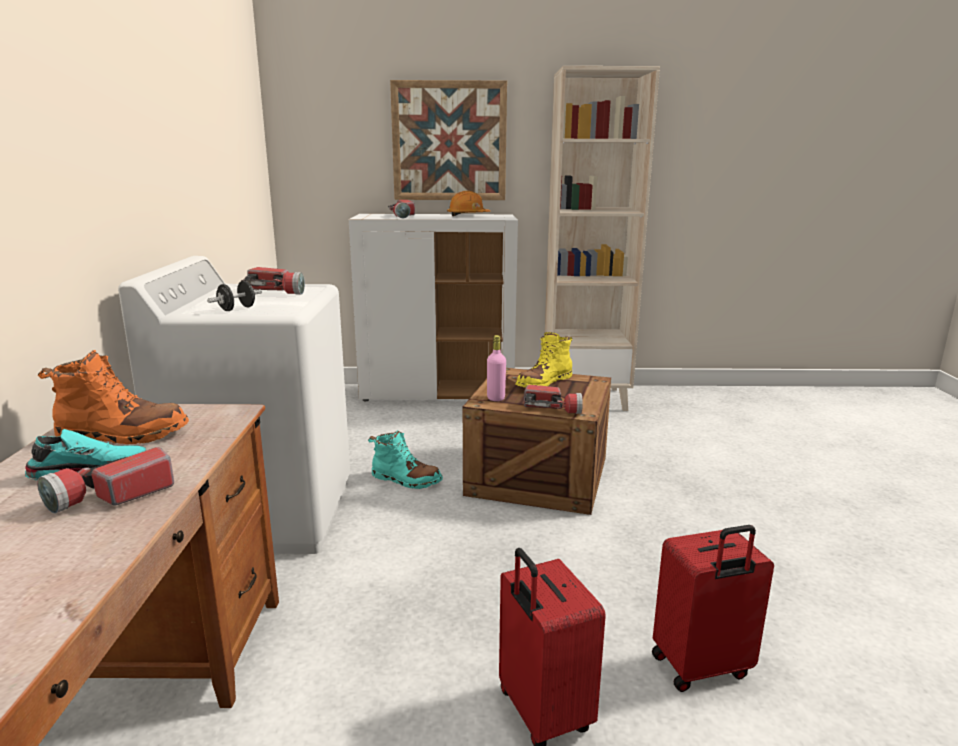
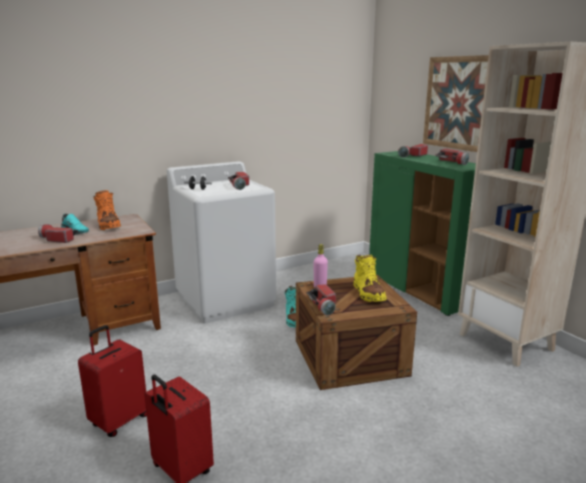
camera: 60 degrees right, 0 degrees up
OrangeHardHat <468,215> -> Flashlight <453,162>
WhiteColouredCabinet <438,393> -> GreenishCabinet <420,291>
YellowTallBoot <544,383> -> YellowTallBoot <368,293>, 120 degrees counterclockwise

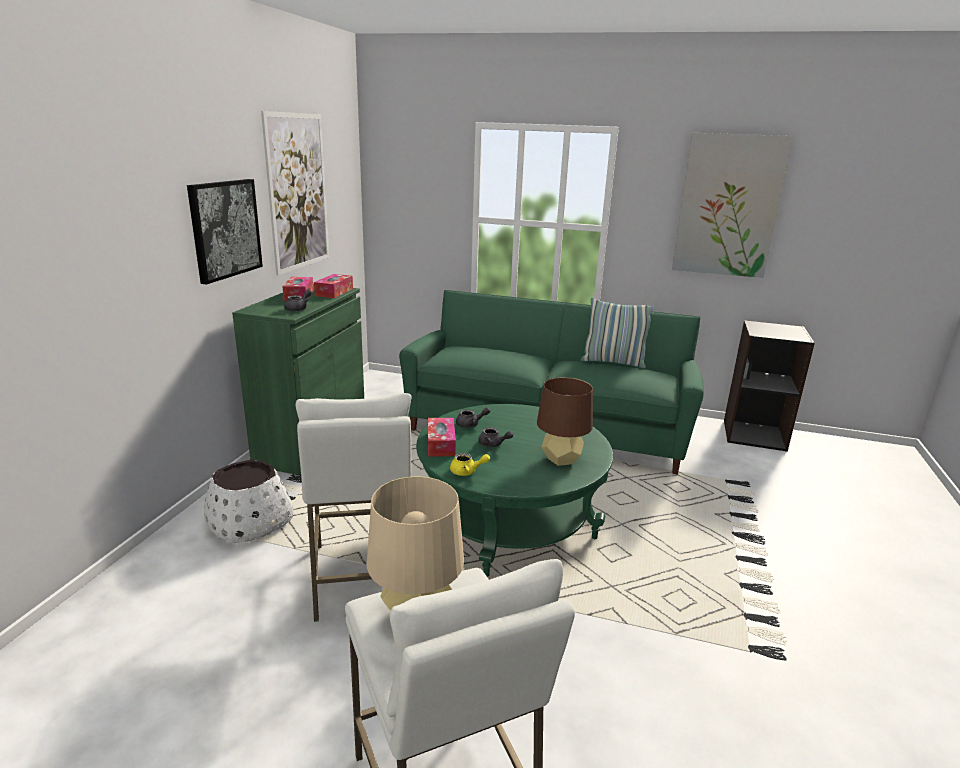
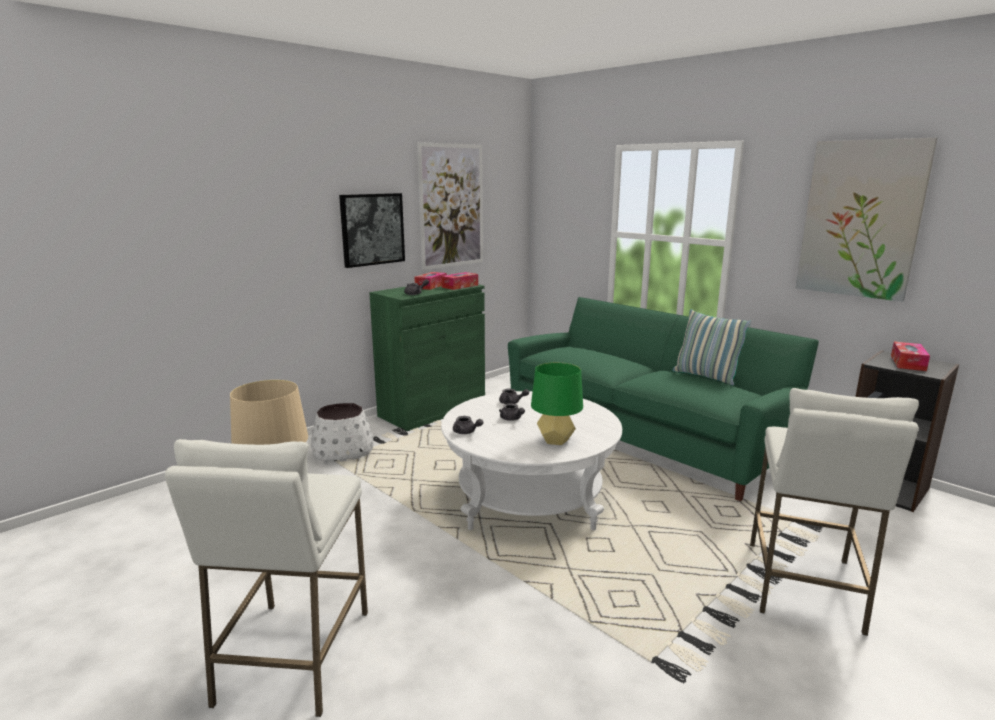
camera: 30 degrees right, 5 degrees down
WhiteColouredStoolSeat <362,577> -> WhiteColouredStoolSeat <804,586>, moved
TissueBox <441,444> -> TissueBox <908,363>, moved
GreenishLoungeTable <509,521> -> WhiteColouredLoungeTable <530,498>
YellowTeapot <467,472> -> GreyishTeapot <466,432>
BrownColouredTabletopLamp <561,459> -> GreenishTabletopLamp <556,440>

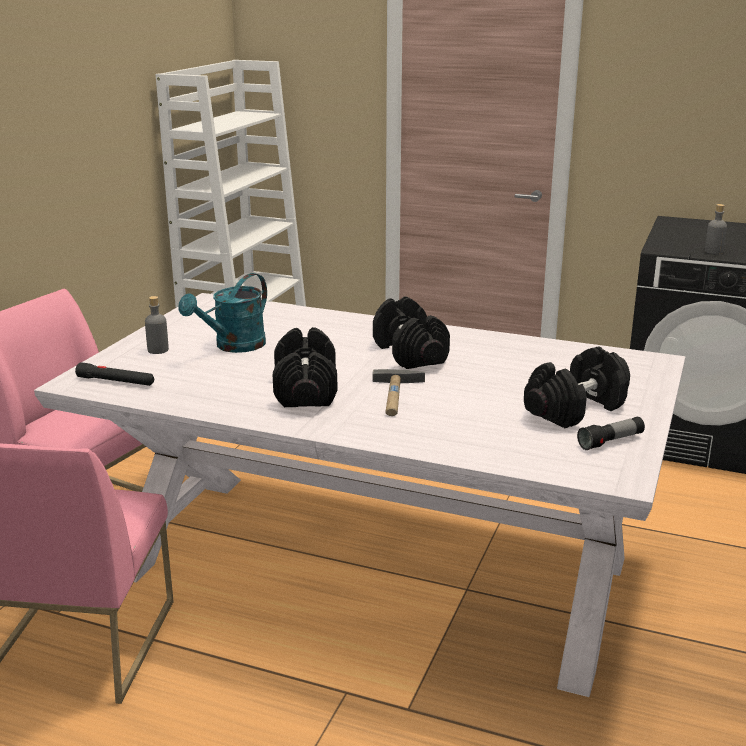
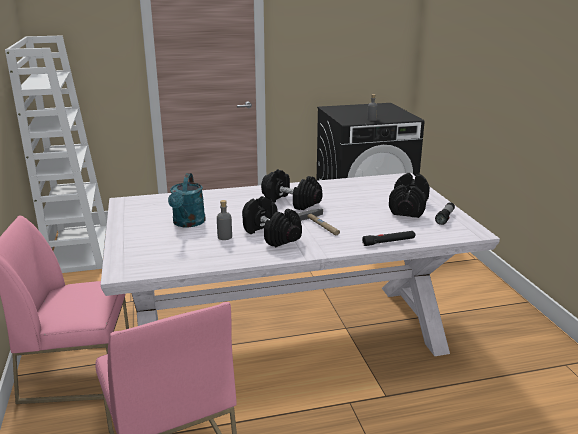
camera: 35 degrees left, 0 degrees up
BlackishFlashlight <116,381> -> BlackishFlashlight <389,242>, moved
GreyishBeverageBottle <158,350> -> GreyishBeverageBottle <224,237>, moved

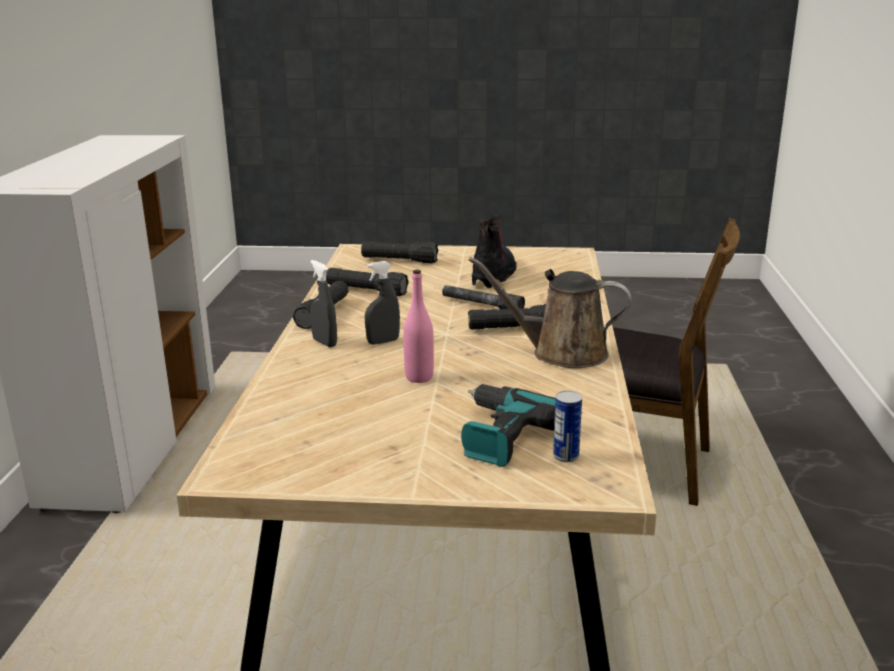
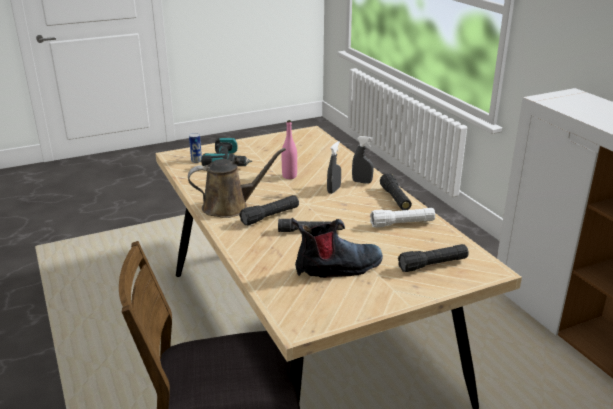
camera: 150 degrees right, 5 degrees up
BlackishFlashlight <366,291> -> WhiteColouredFlashlight <402,224>
TallBoot <493,274> -> TallBoot <338,268>, 90 degrees counterclockwise

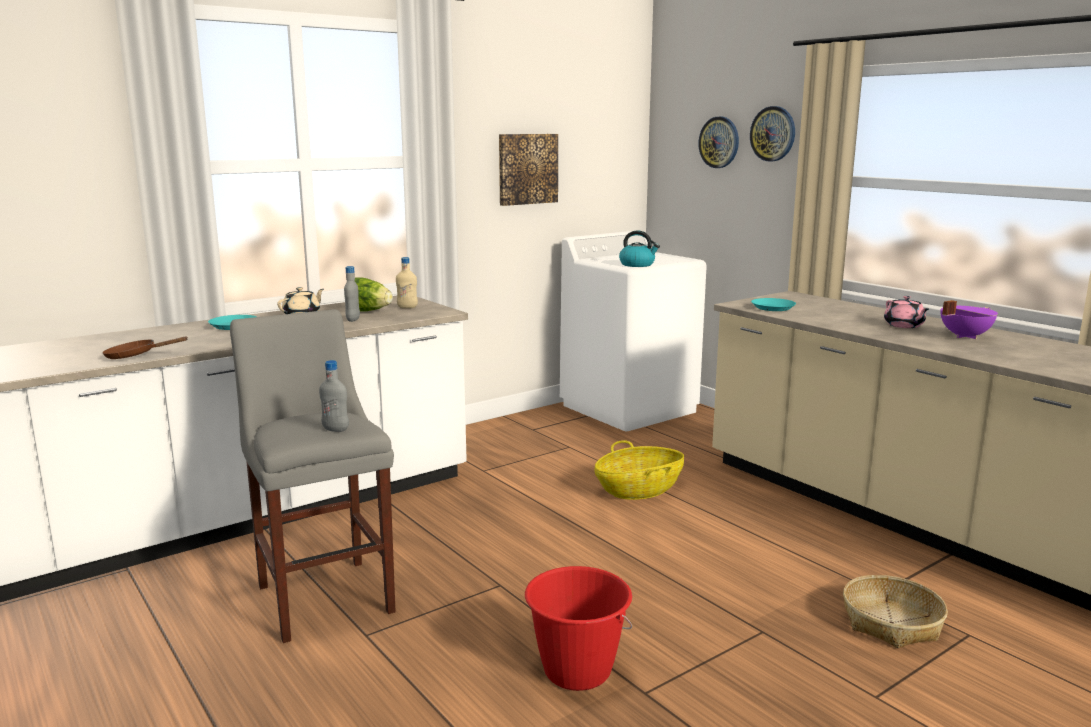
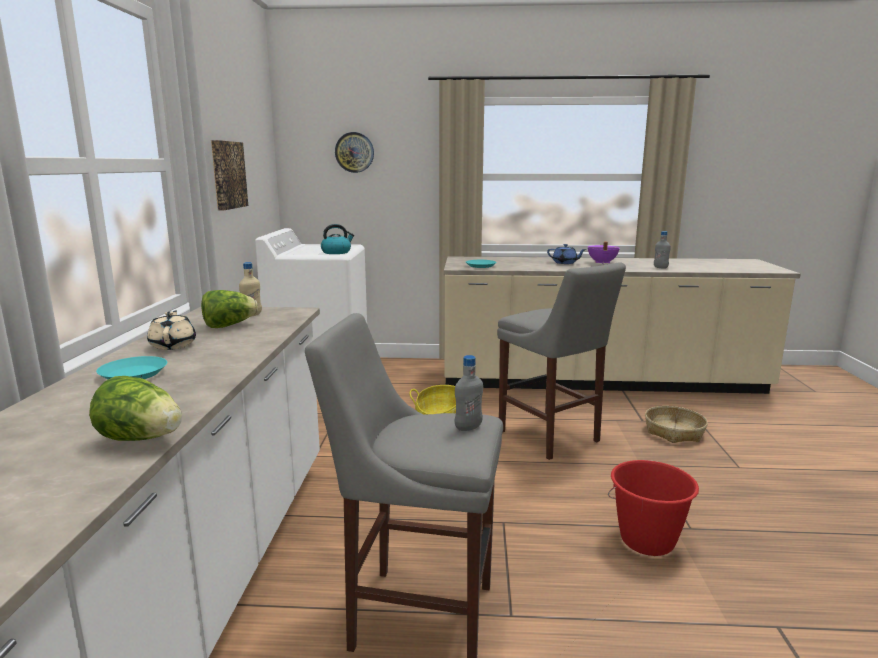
camera: 50 degrees left, 0 degrees up
WallClock <773,134> -> none
none -> GreyishStoolSeat <551,438>
GreyishBeverageBottle <353,320> -> GreyishBeverageBottle <660,267>, moved
BrownColouredPan <136,356> -> HeadOfLettuce <142,439>
PinkColouredTeapot <904,326> -> BlueTeapot <565,263>

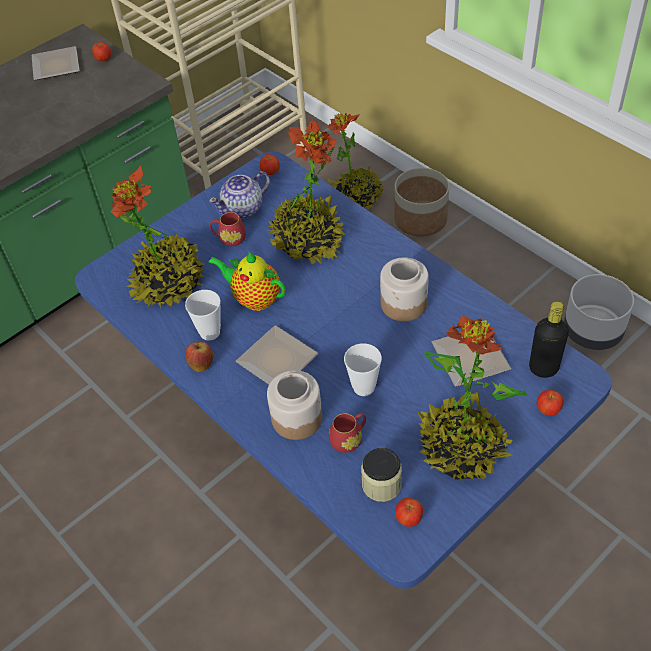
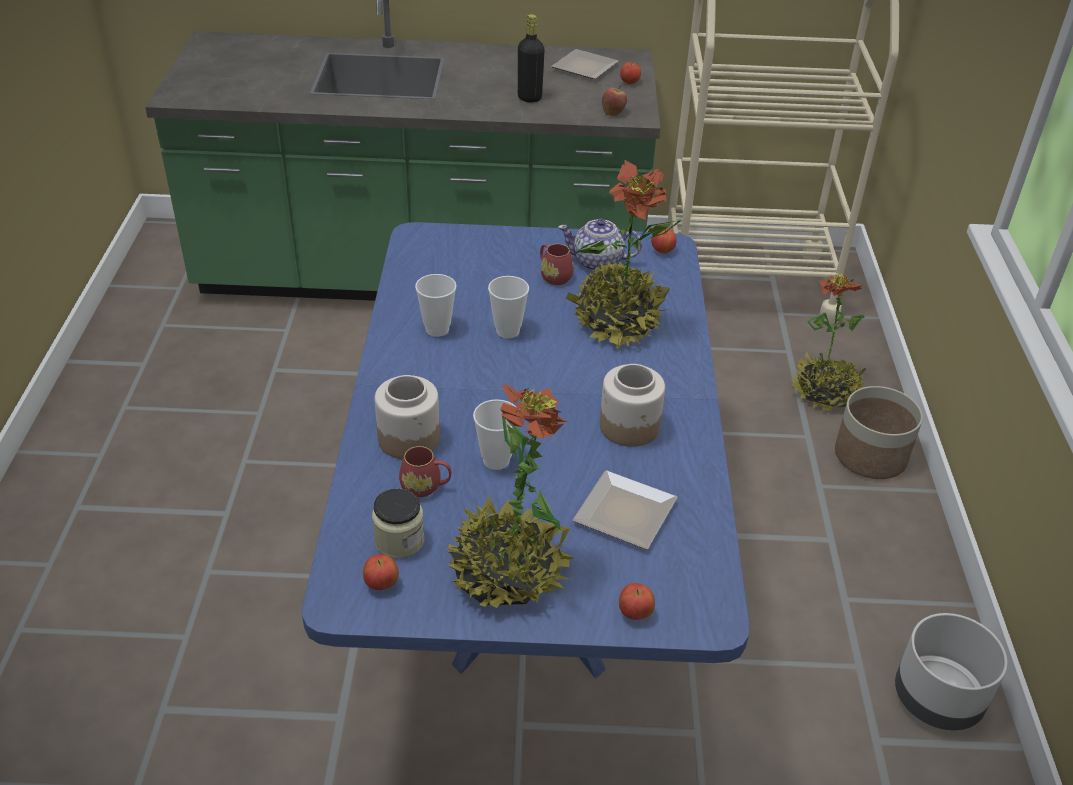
camera: 40 degrees right, 10 degrees down
PlantInAPot <168,283> -> none
DinnerPlate <277,363> -> none
AppleFruit <201,364> -> AppleFruit <613,113>, moved
BlackishBeverageBottle <543,368> -> BlackishBeverageBottle <529,98>, moved
Teapot <254,298> -> SmallCup <507,331>

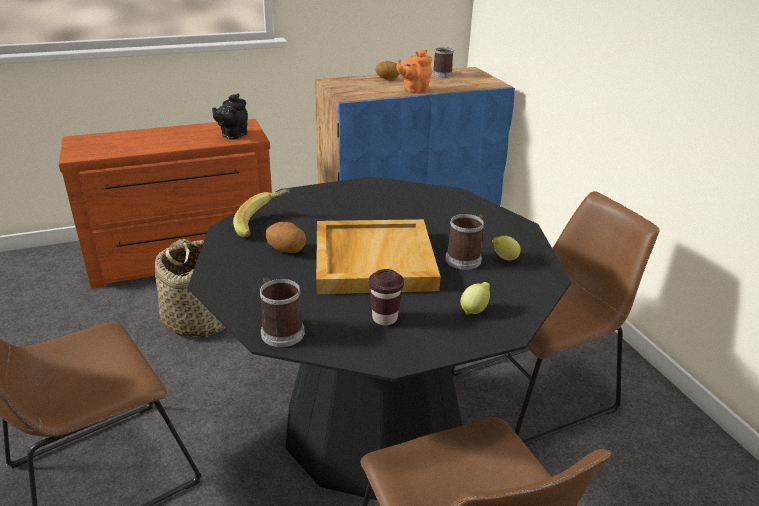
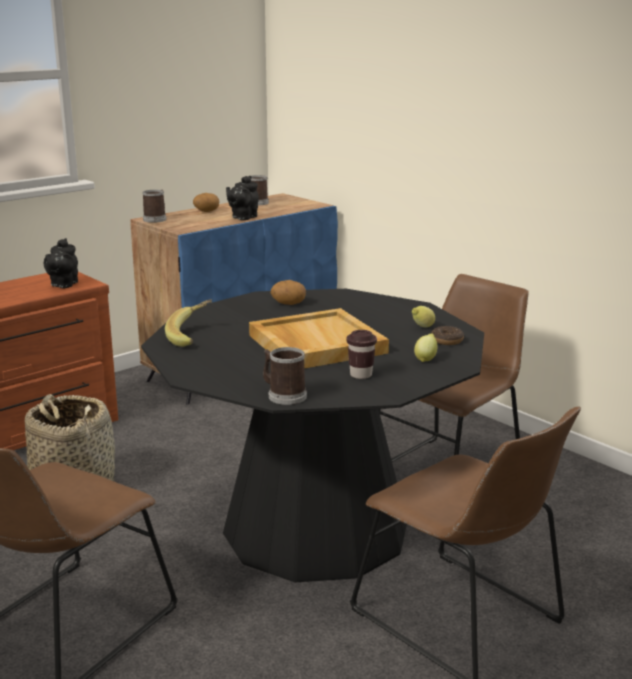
camera: 20 degrees left, 10 degrees down
none -> RingDoughnut <447,340>
WholePotato <287,250> -> WholePotato <288,304>, moved
CoffeeMug <466,258> -> CoffeeMug <156,219>, moved
OrangeTeapot <414,90> -> BlackishTeapot <243,217>

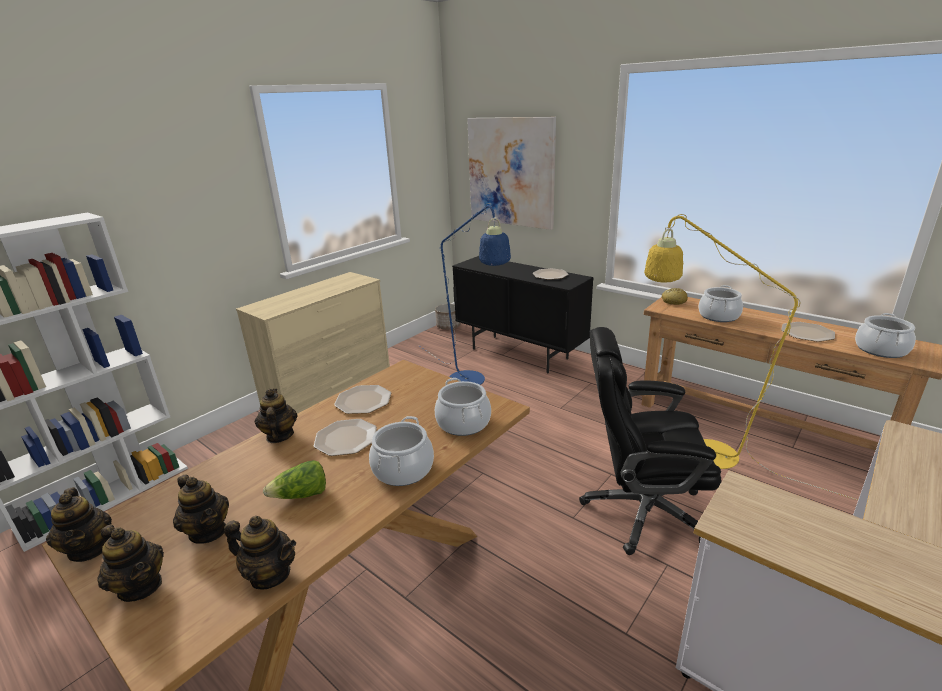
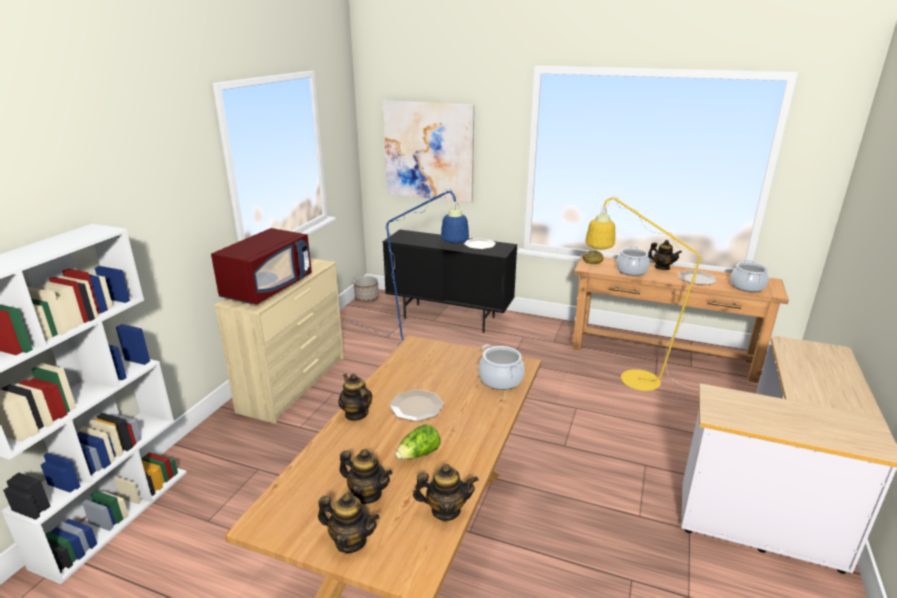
camera: 20 degrees left, 0 degrees up
DinnerPlate <363,400> -> none
Stockpot <403,469> -> none
BlackishDeskChair <641,510> -> none
none -> RedKitchenMicrowave <267,288>
Teapot <90,548> -> Teapot <662,268>, moved

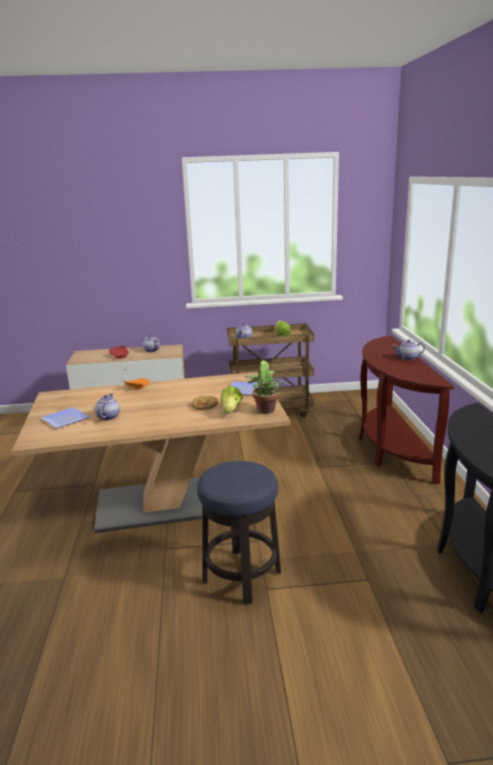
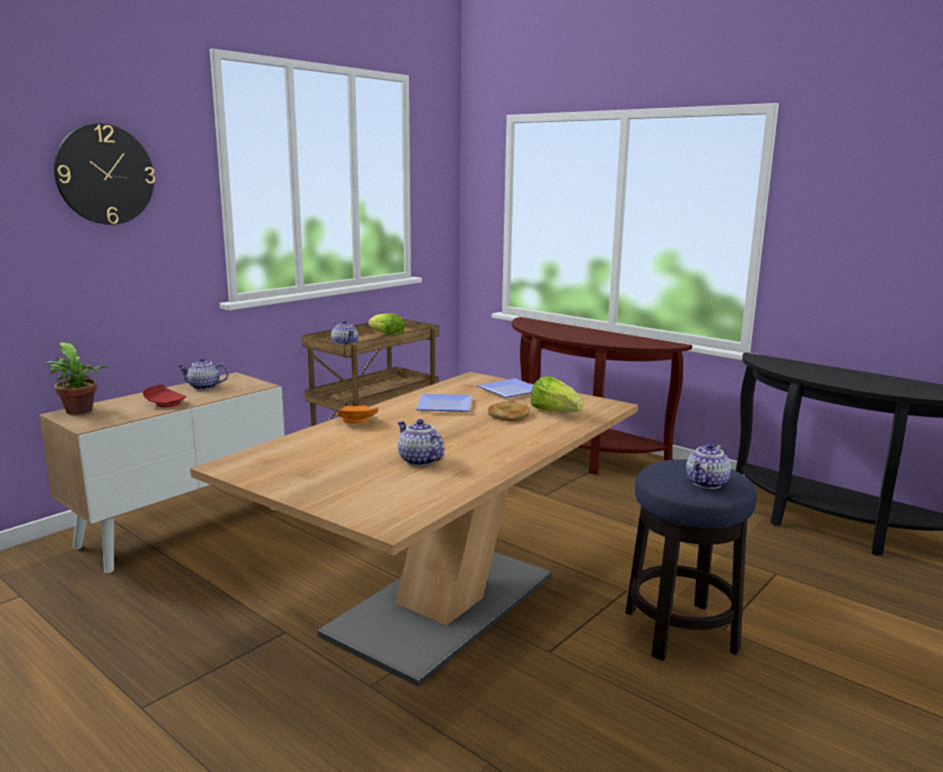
camera: 45 degrees left, 5 degrees down
none -> WallClock <105,174>
DinnerPlate <66,419> -> DinnerPlate <443,405>, moved
PlantInAPot <266,411> -> PlantInAPot <80,412>, moved
Teapot <407,358> -> Teapot <707,483>, moved

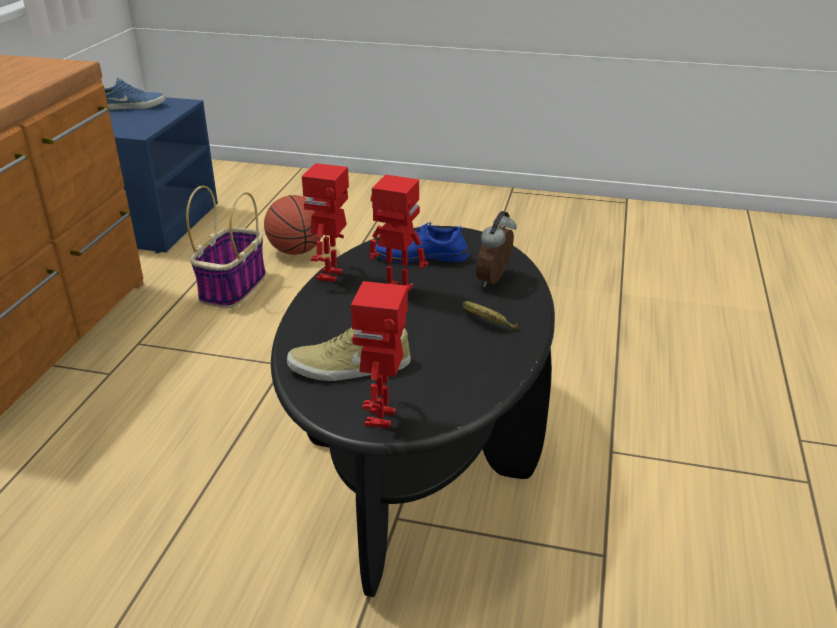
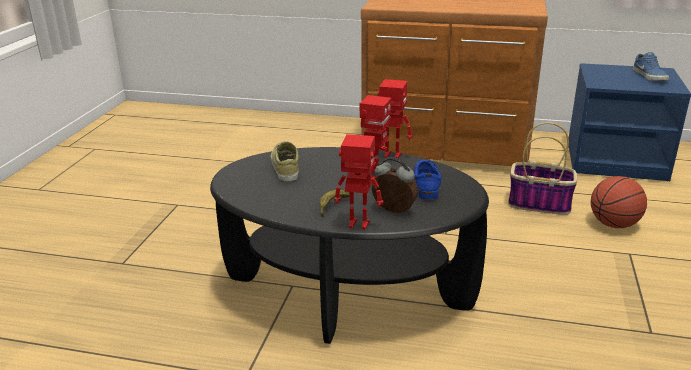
camera: 90 degrees right, 5 degrees down
RobotFigure <382,418> -> RobotFigure <358,225>, moved

